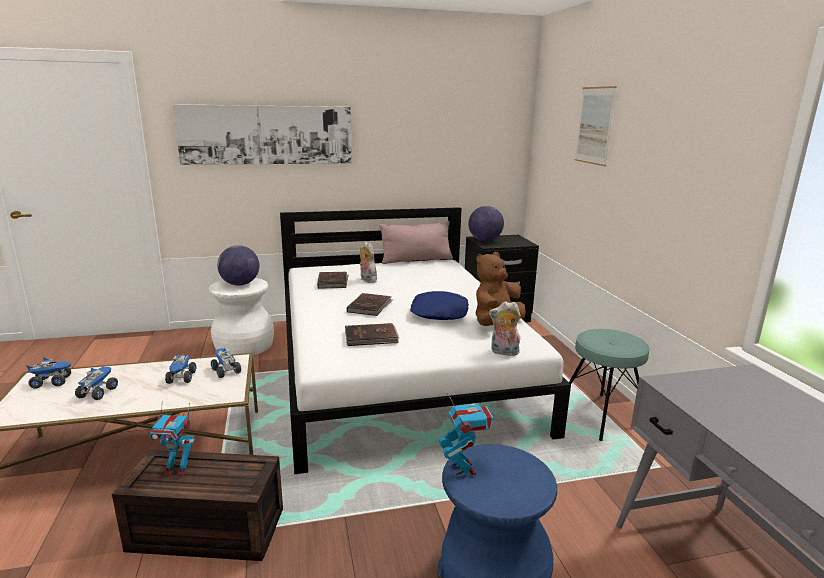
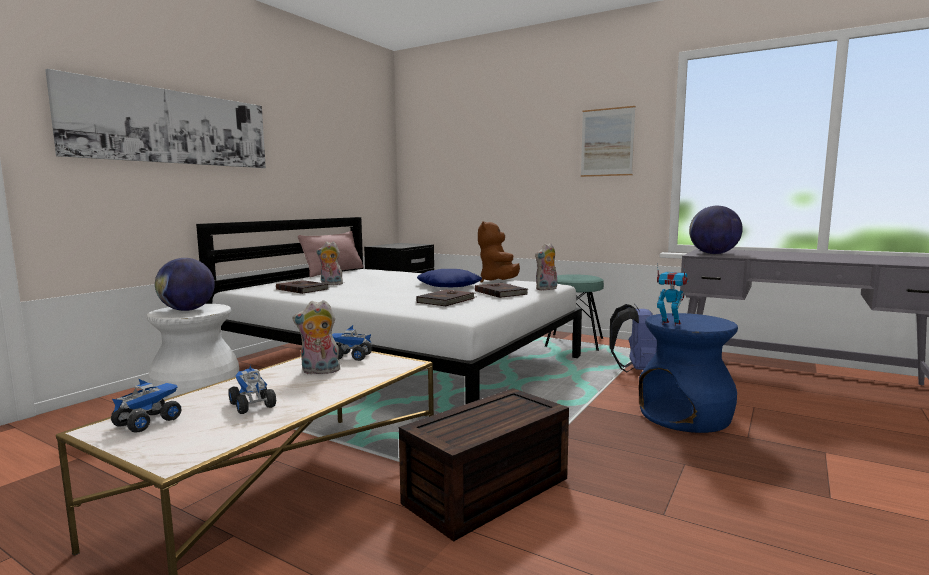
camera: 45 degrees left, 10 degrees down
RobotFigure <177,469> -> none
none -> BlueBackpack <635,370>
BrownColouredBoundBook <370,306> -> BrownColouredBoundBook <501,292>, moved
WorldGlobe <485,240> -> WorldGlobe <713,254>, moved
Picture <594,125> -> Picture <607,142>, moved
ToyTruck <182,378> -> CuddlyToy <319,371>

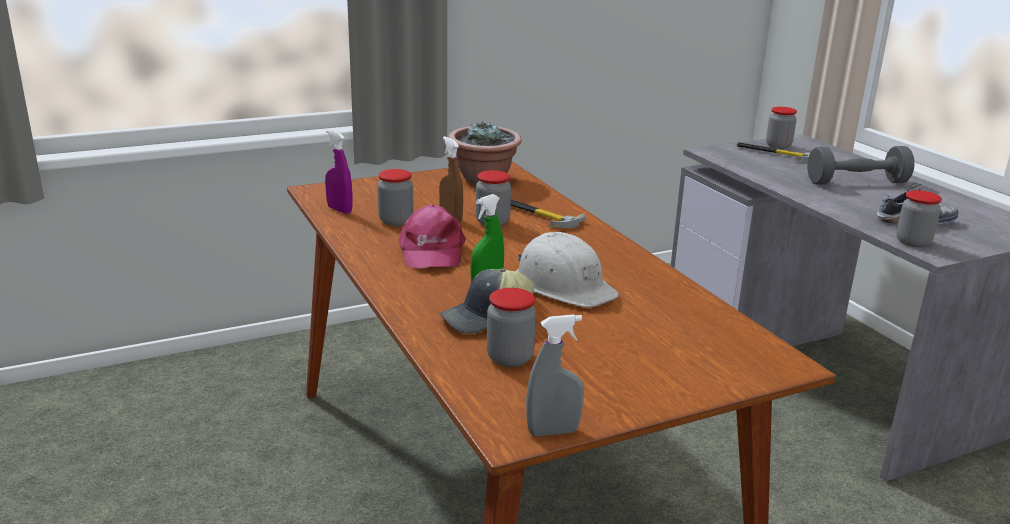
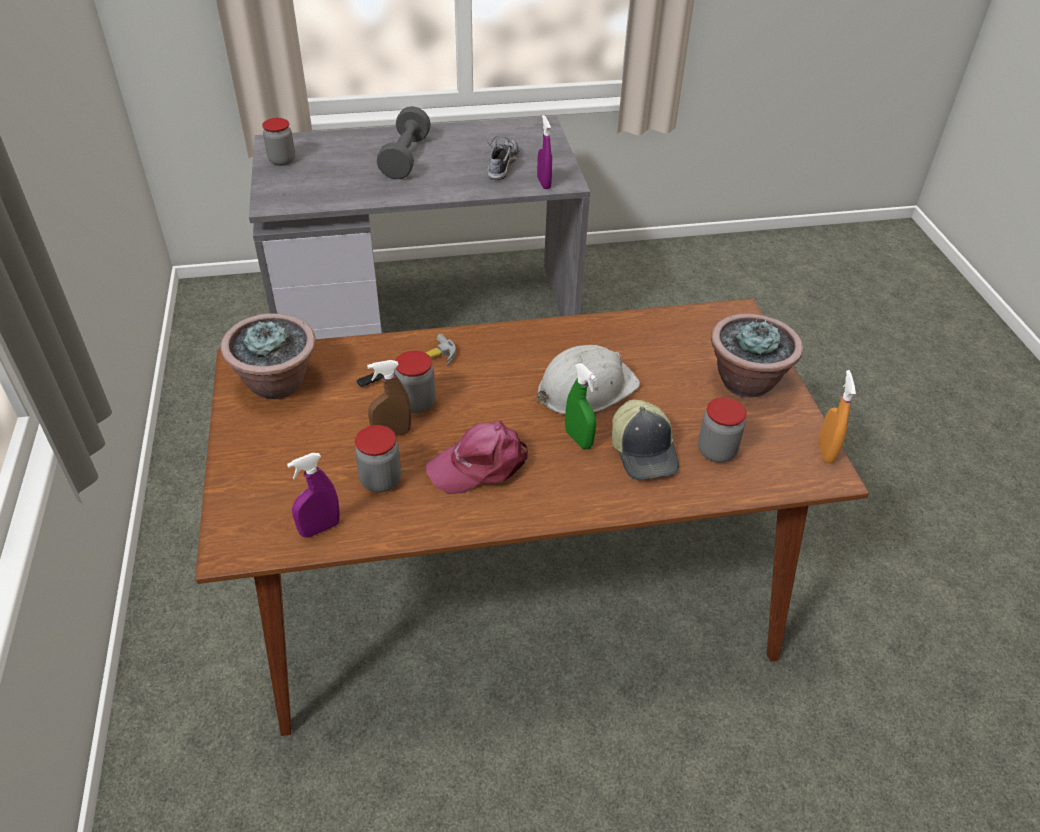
camera: 75 degrees left, 20 degrees up
ToolHammer <775,154> -> none
none -> PlantInAPot <746,381>
Jar <913,242> -> PurpleSprayBottle <544,183>
GreyishSprayBottle <553,431> -> OrangeSprayBottle <826,451>
PinkColouredPeakedCap <431,251> -> PinkColouredPeakedCap <480,464>, 150 degrees clockwise

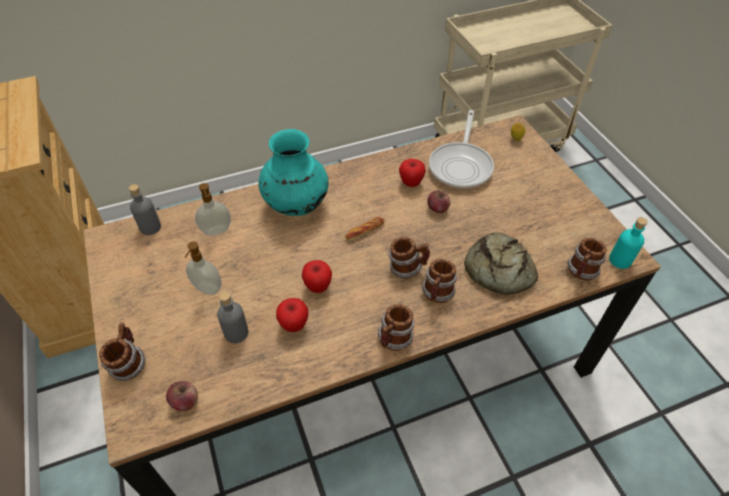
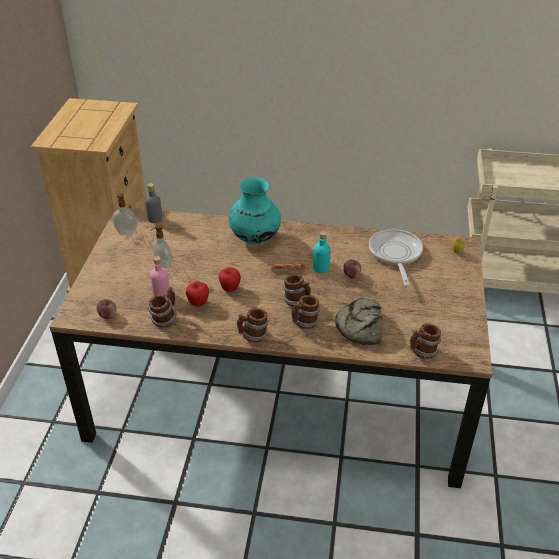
camera: 30 degrees right, 10 degrees down
AppleFruit <411,183> -> none
CoffeeMug <129,364> -> CoffeeMug <165,319>, moved
SoapDispenser <217,231> -> SoapDispenser <126,233>, moved
TurquoiseColouredBeverageBottle <620,260> -> TurquoiseColouredBeverageBottle <321,268>, moved
GreyishBeverageBottle <236,333> -> PinkColouredBeverageBottle <161,293>
Pan <461,166> -> Pan <395,255>, 135 degrees clockwise

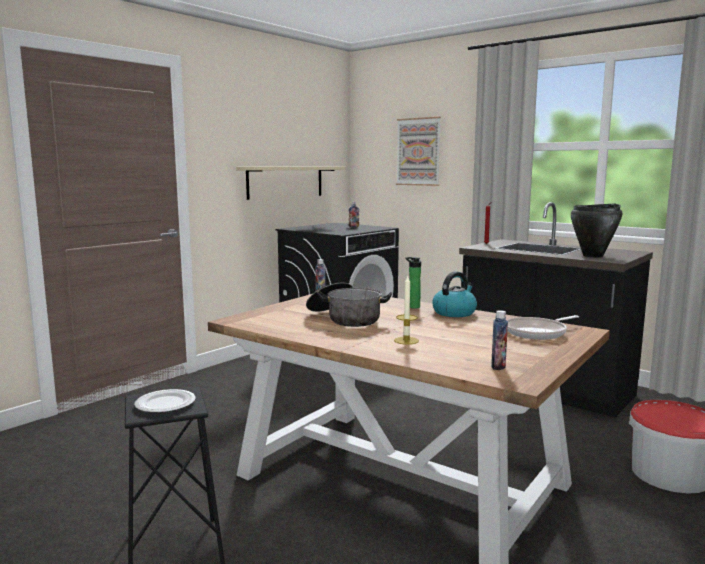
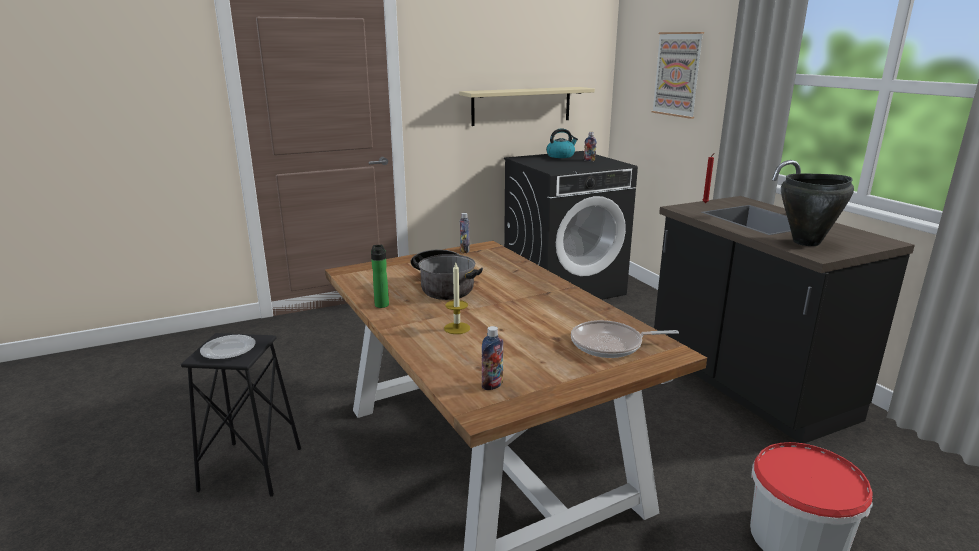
camera: 25 degrees right, 10 degrees up
BeverageBottle <412,306> -> BeverageBottle <381,304>, moved
TeaKettle <454,312> -> TeaKettle <560,156>, moved

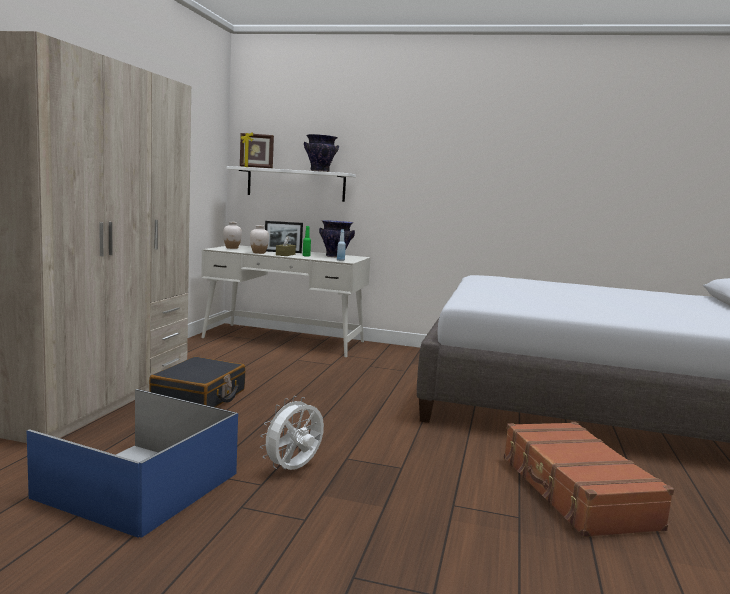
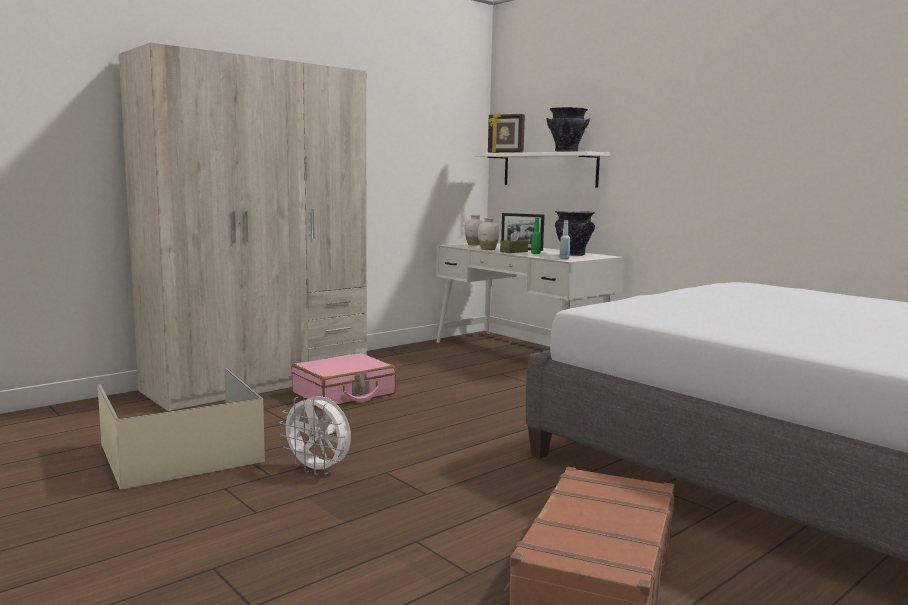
camera: 35 degrees right, 0 degrees up
BlueStorageBin <140,484> -> SandColouredStorageBin <183,452>
BlackishSuitcase <199,397> -> PinkColouredSuitcase <344,394>
WhiteColouredCoolingFan <293,470> -> WhiteColouredCoolingFan <318,470>, 135 degrees counterclockwise

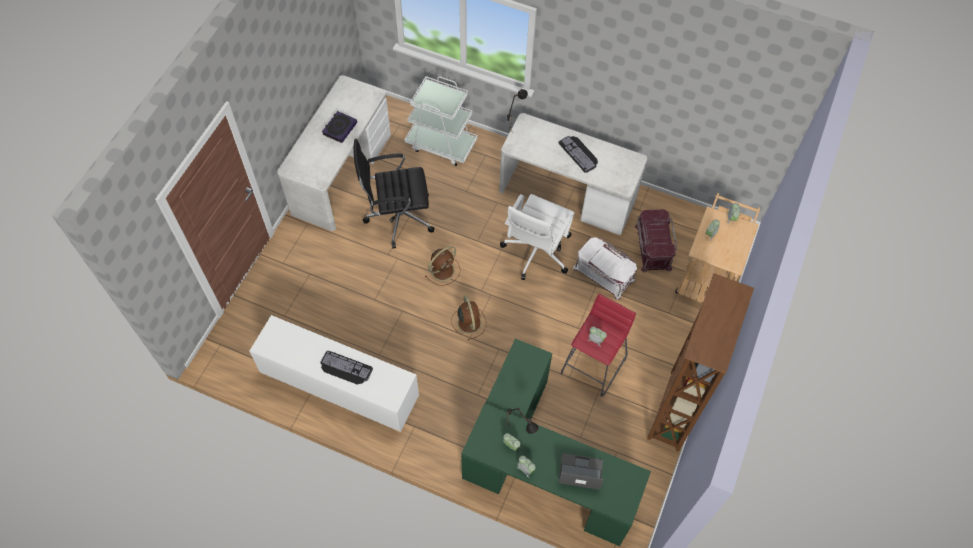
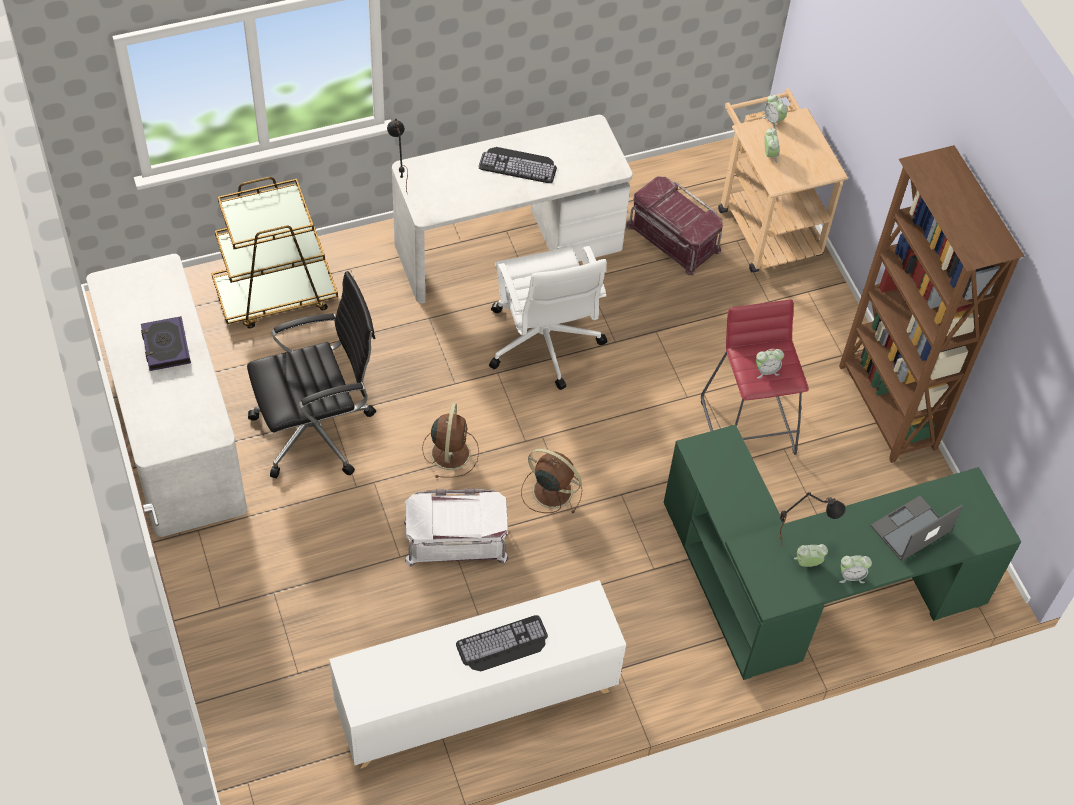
camera: 45 degrees left, 5 degrees down
WhiteColouredStorageBin <604,273> -> WhiteColouredStorageBin <456,539>, moved
WhiteColouredCart <441,144> -> BrownColouredCart <276,295>
BlackishDeskChair <397,217> -> BlackishDeskChair <317,430>, 150 degrees counterclockwise

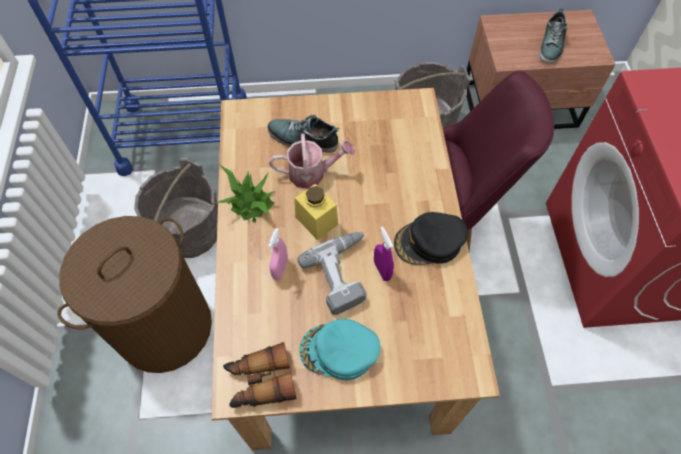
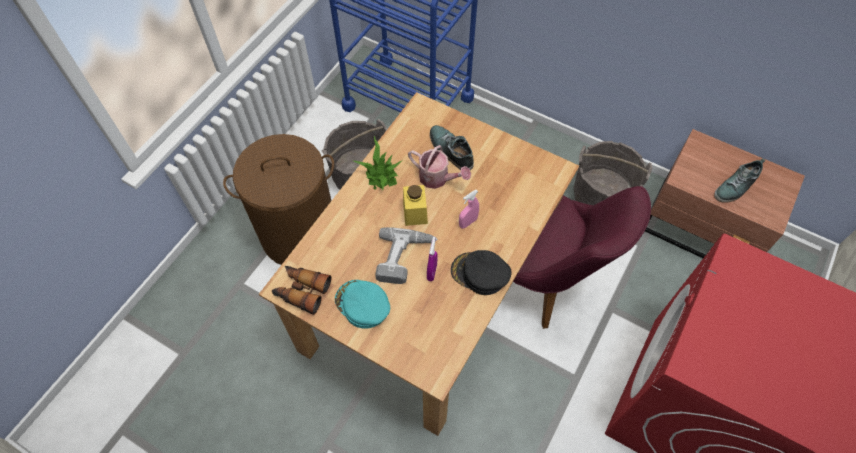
camera: 35 degrees right, 0 degrees up
PinkColouredSprayBottle <280,269> -> PinkColouredSprayBottle <468,222>, moved

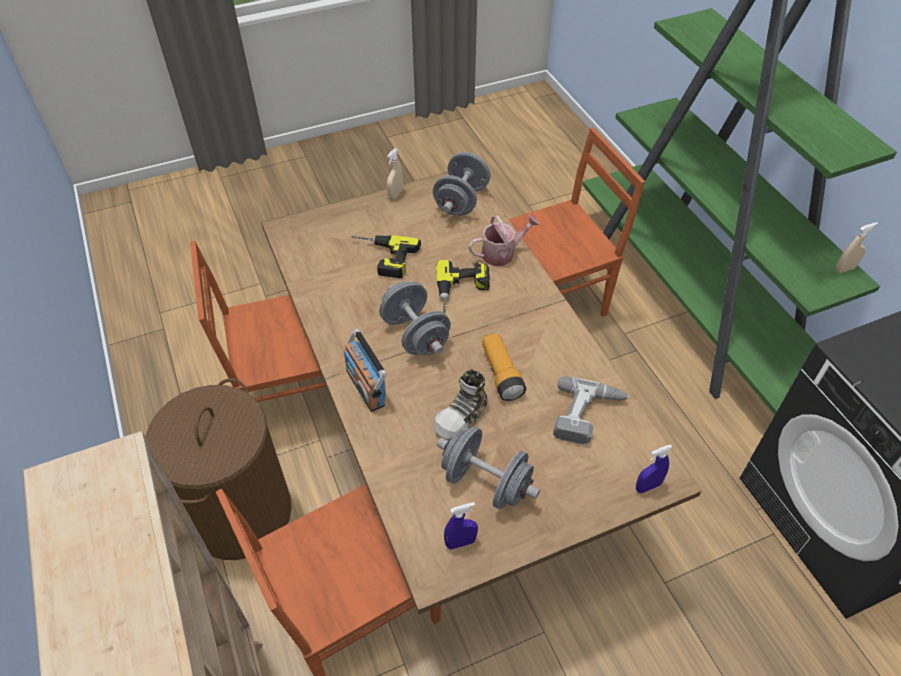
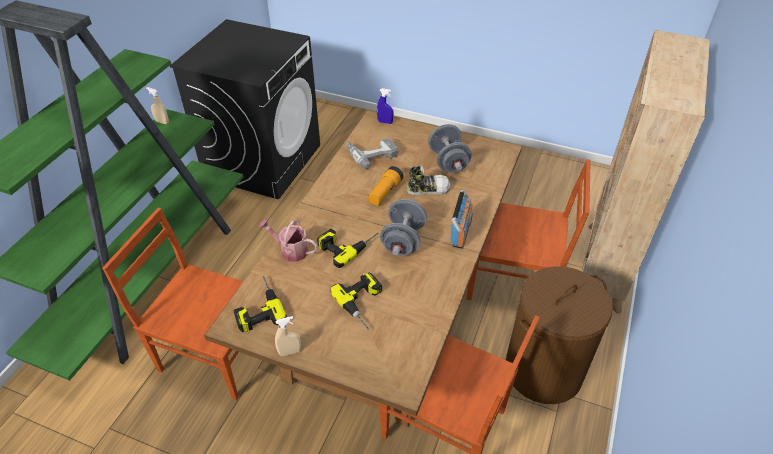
camera: 135 degrees left, 5 degrees down
BlueSprayBottle <460,542> -> none
GreyishDumbbell <461,201> -> ElectricDrill <257,307>

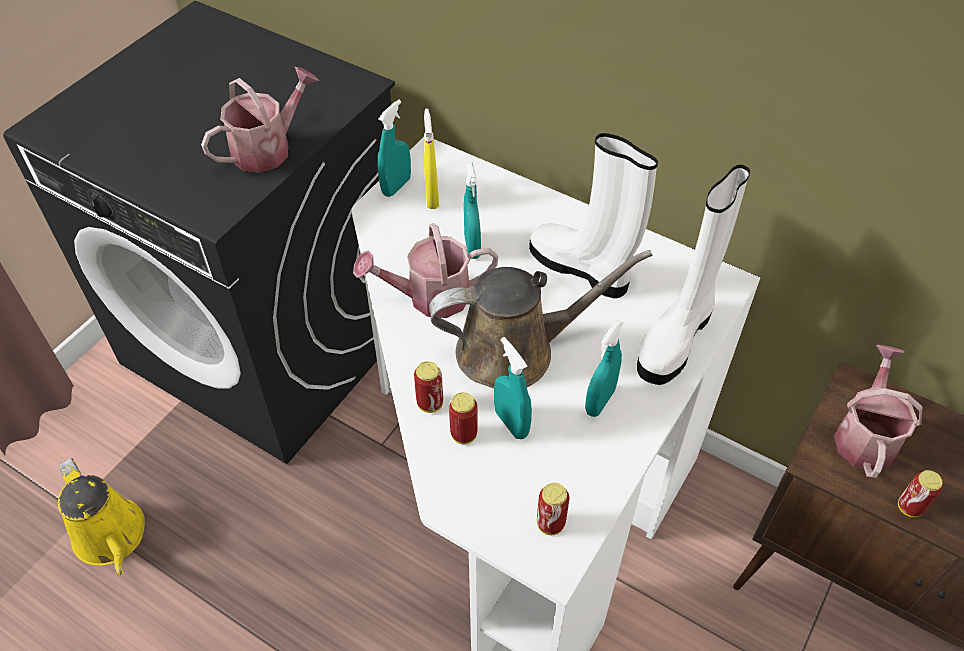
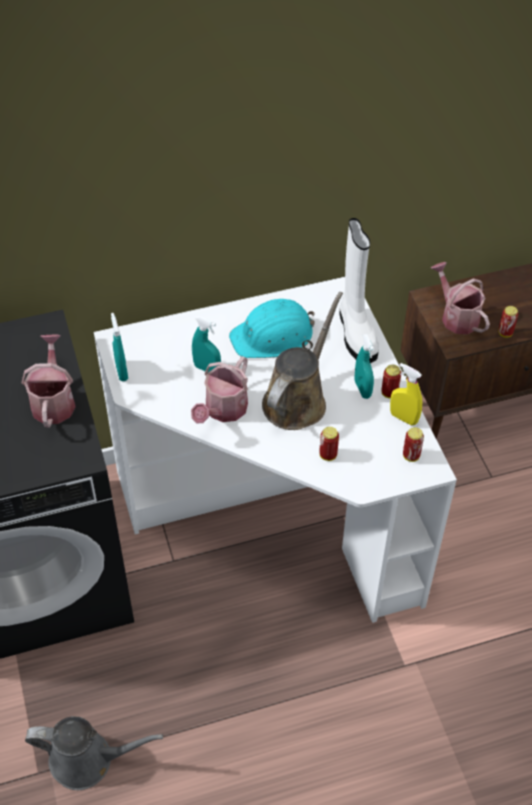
camera: 50 degrees left, 0 degrees up
TurquoiseColouredSprayBottle <511,423> -> none
MetalCan <430,403> -> MetalCan <389,393>, moved
YellowSprayBottle <432,197> -> YellowSprayBottle <403,418>, moved
WhiteColouredTallBoot <582,268> -> TurquoiseColouredHardHat <273,336>
YellowWateringCan <112,538> -> GreyishWateringCan <87,760>

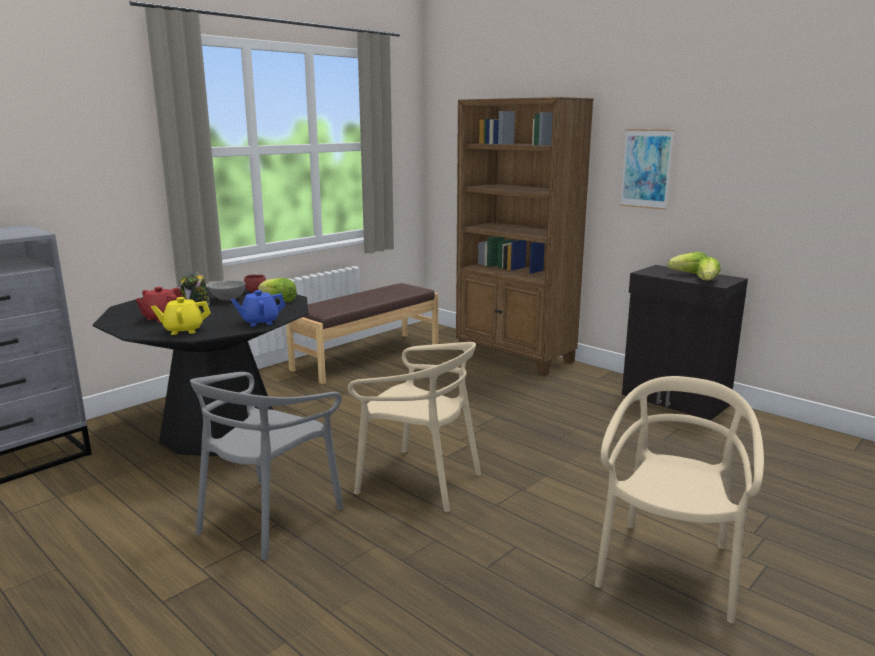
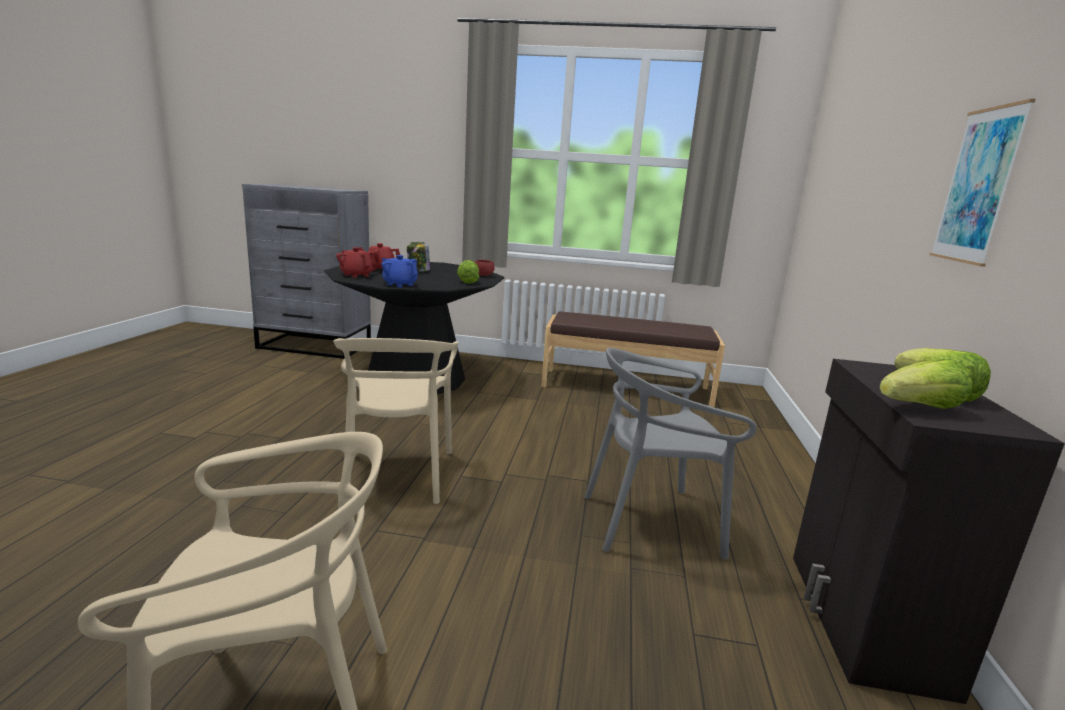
camera: 55 degrees right, 0 degrees up
GreyishBowl <228,300> -> none
BrownColouredBookcase <515,356> -> none
GreyishUprightChair <269,518> -> GreyishUprightChair <651,522>, moved
YellowTeapot <183,330> -> RedTeapot <356,275>

